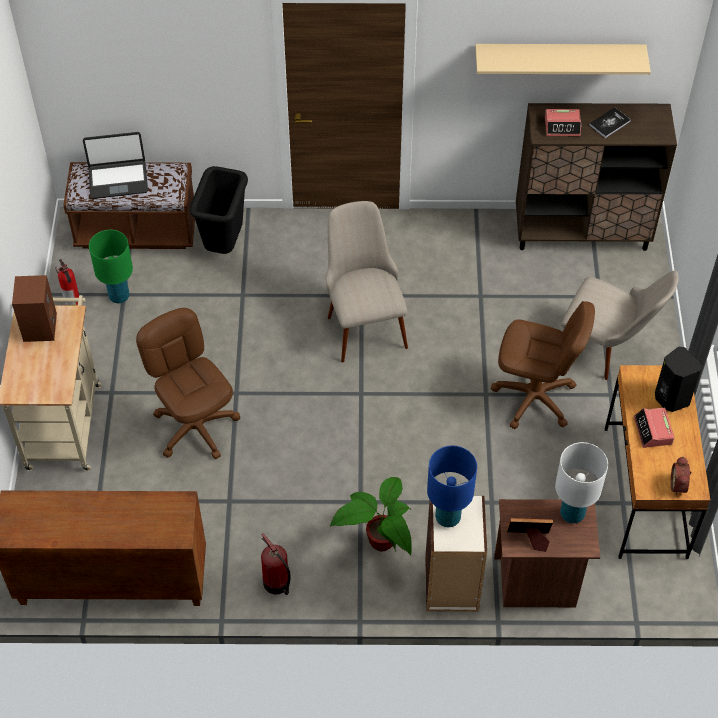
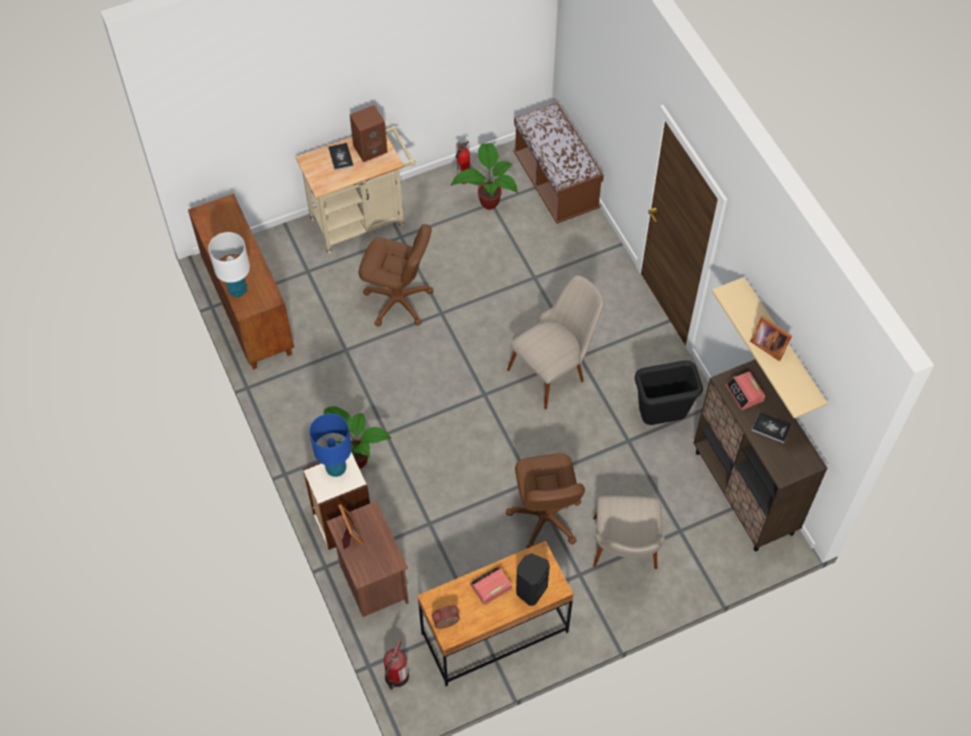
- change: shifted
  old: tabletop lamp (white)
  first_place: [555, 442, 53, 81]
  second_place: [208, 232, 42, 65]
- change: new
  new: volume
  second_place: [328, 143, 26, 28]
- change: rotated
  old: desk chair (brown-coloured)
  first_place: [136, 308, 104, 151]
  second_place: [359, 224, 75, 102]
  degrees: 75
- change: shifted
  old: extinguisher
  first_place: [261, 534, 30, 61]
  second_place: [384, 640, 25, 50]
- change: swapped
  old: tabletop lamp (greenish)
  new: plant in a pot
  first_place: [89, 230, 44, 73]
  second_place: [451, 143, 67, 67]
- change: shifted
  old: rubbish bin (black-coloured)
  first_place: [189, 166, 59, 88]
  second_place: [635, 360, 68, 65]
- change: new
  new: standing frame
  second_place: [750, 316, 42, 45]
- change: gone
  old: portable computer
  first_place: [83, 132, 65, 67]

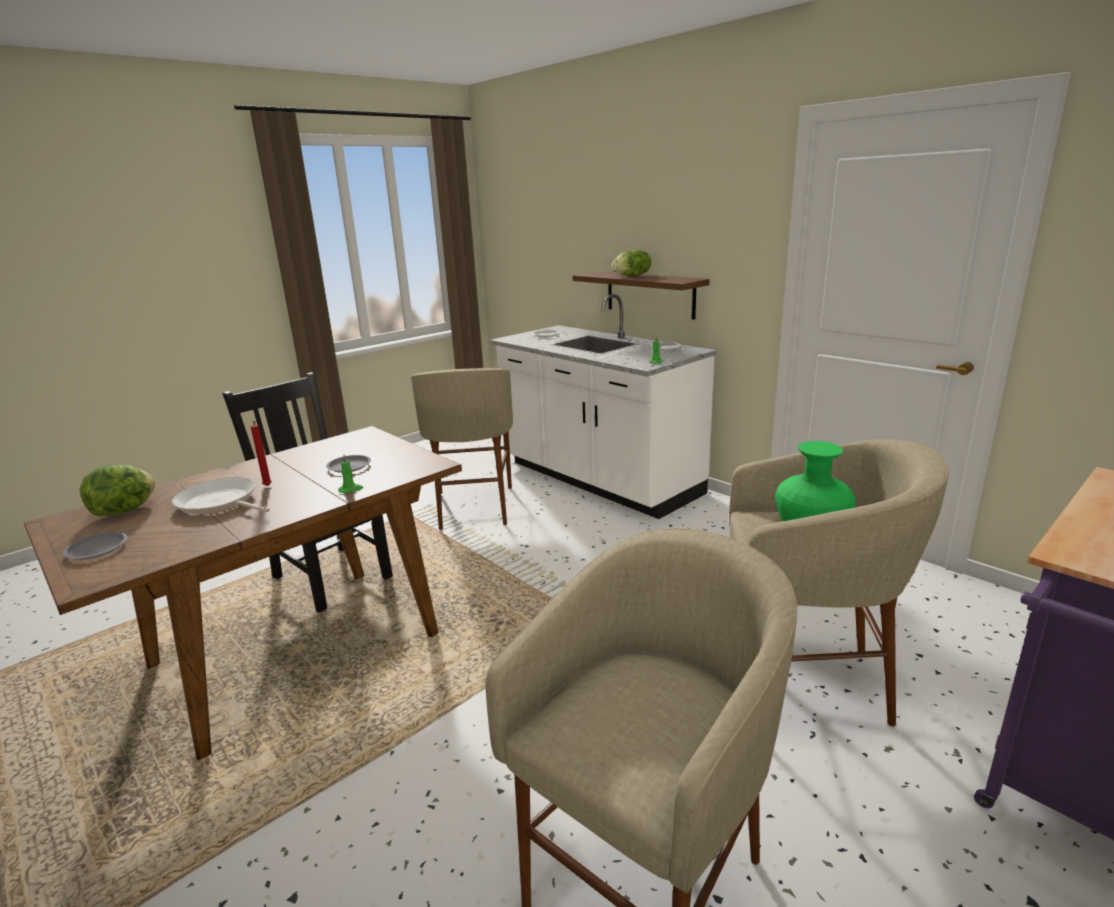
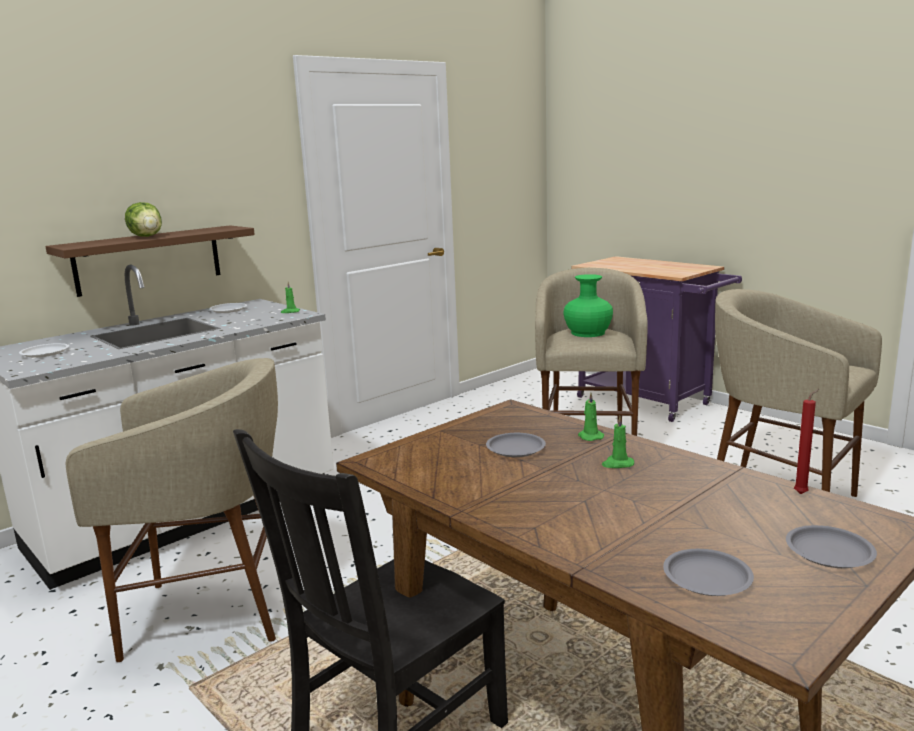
- change: new
  new: wax light (greenish)
  second_place: [602, 416, 32, 52]
- change: swapped
  old: head of lettuce
  new: dinner plate (greyish)
  first_place: [80, 464, 75, 52]
  second_place: [663, 549, 91, 47]
- change: shifted
  old: wax light (red)
  first_place: [251, 421, 21, 65]
  second_place: [794, 389, 25, 105]
- change: gone
  old: pan
  first_place: [172, 477, 98, 38]

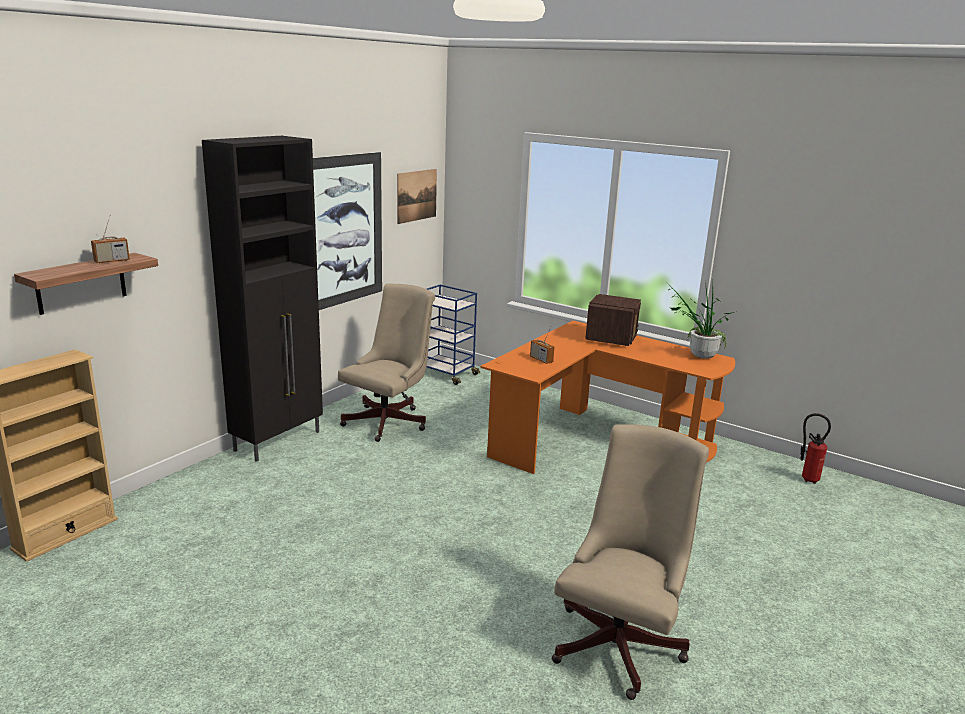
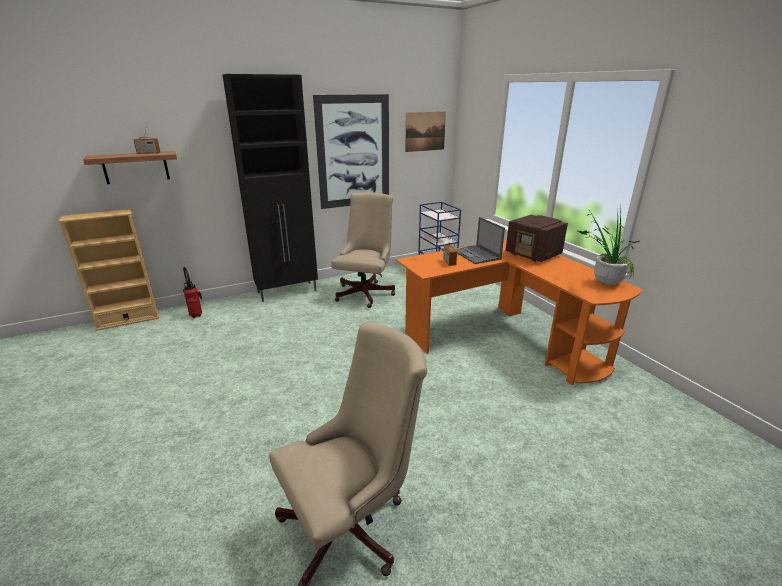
- change: shifted
  old: extinguisher
  first_place: [800, 413, 31, 71]
  second_place: [183, 267, 19, 51]
- change: rotated
  old: desk chair (beige-coloured)
  first_place: [338, 283, 97, 159]
  second_place: [331, 193, 64, 115]
  degrees: -45
- change: new
  new: portable computer
  second_place: [455, 217, 50, 47]
- change: rotated
  old: radio receiver
  first_place: [585, 294, 56, 52]
  second_place: [505, 215, 63, 47]
  degrees: 90

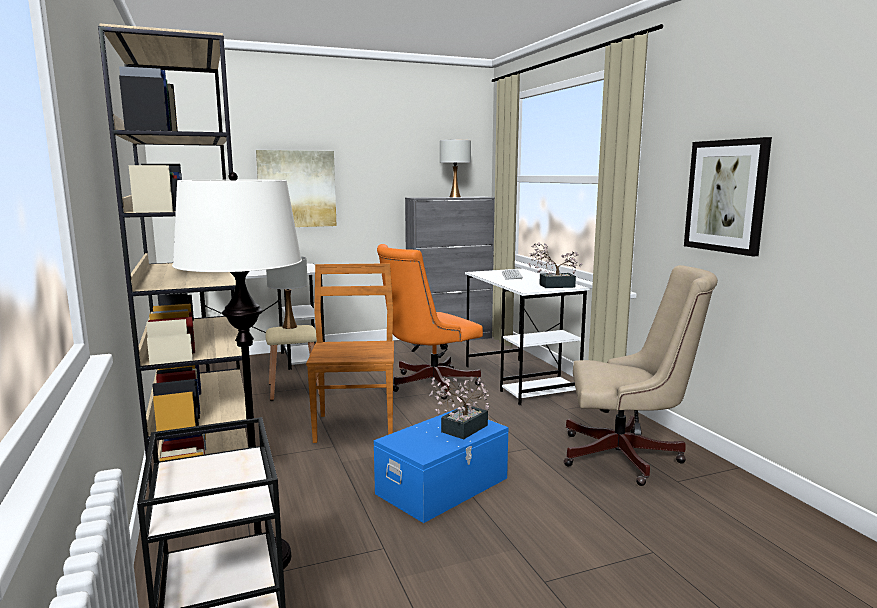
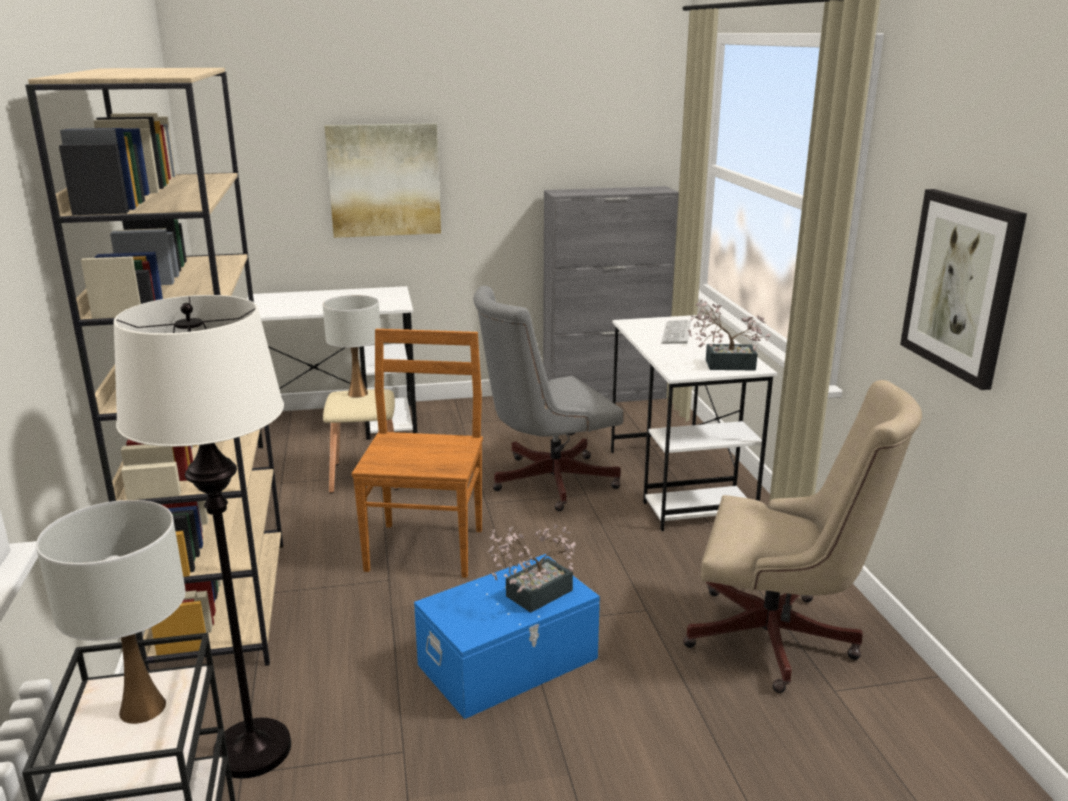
- change: shifted
  old: tabletop lamp (white)
  first_place: [440, 140, 31, 57]
  second_place: [36, 500, 149, 224]
- change: repainted
  old: desk chair (orange-coloured)
  new: desk chair (greyish)
  first_place: [377, 244, 106, 156]
  second_place: [473, 286, 150, 225]

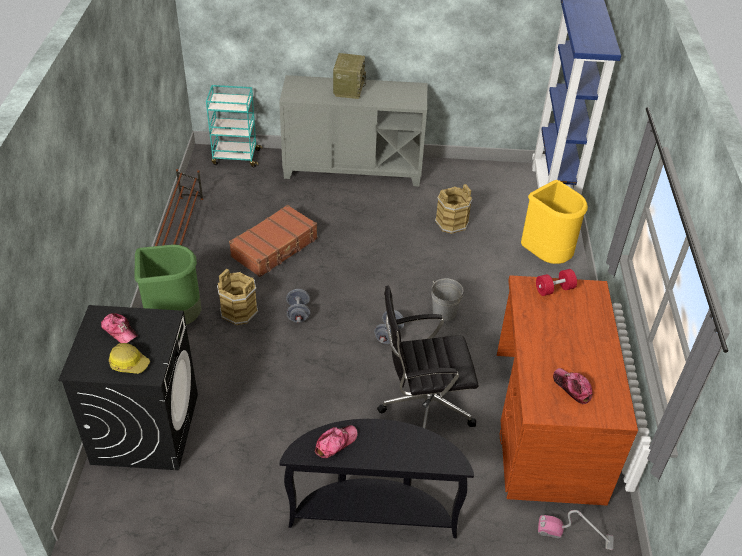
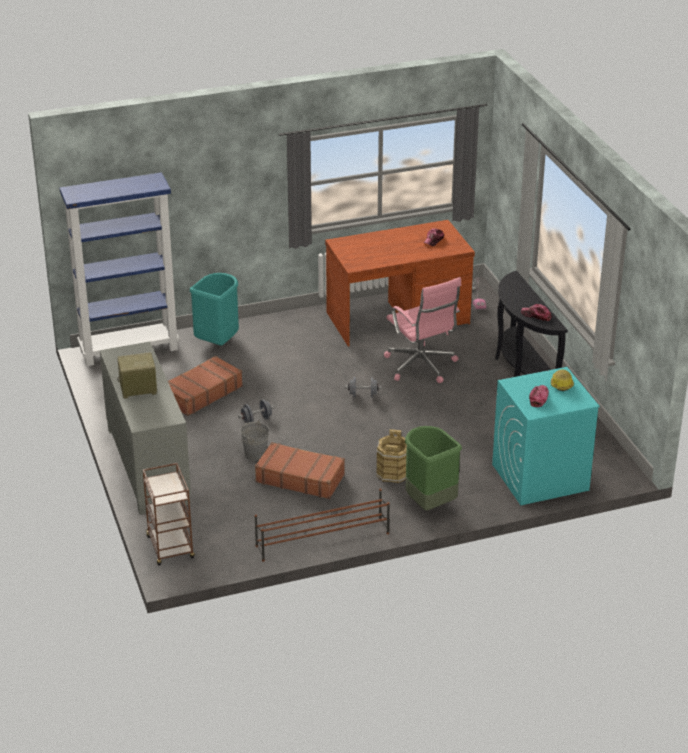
- change: repainted
  old: cart (turquoise)
  new: cart (brown-coloured)
  first_place: [206, 85, 57, 82]
  second_place: [143, 463, 52, 103]
- change: swapped
  old: water bucket (brown-coloured)
  new: suitcase (brown-coloured)
  first_place: [435, 184, 37, 50]
  second_place: [167, 356, 76, 60]
- change: repainted
  old: rubbish bin (yellowish)
  new: rubbish bin (turquoise)
  first_place: [521, 180, 67, 84]
  second_place: [190, 273, 49, 73]
- change: shifted
  old: dumbbell (greyish)
  first_place: [286, 289, 24, 34]
  second_place: [238, 399, 36, 24]
- change: shifted
  old: water bucket (greyish)
  first_place: [431, 278, 32, 43]
  second_place: [240, 420, 29, 41]
- change: repainted
  old: desk chair (black-coloured)
  new: desk chair (pink-coloured)
  first_place: [377, 285, 101, 144]
  second_place: [384, 277, 77, 106]
- change: repainted
  old: laundry appliance (black-coloured)
  new: laundry appliance (turquoise)
  first_place: [58, 305, 140, 165]
  second_place: [492, 367, 108, 138]
- change: gone
  old: dumbbell (red)
  first_place: [536, 269, 41, 27]

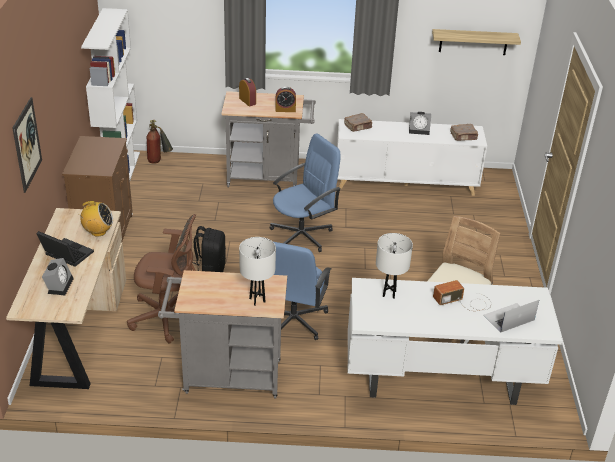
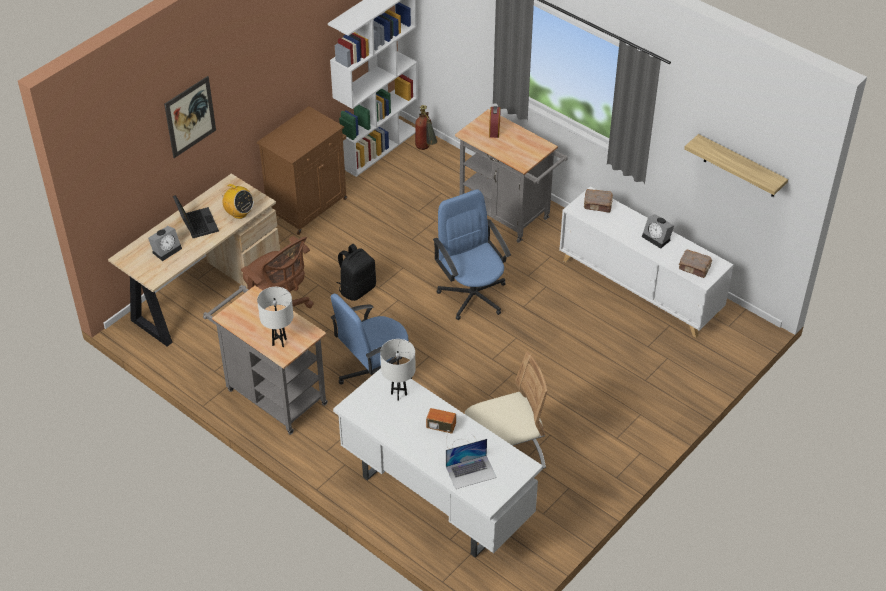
- change: rotated
  old: desk chair (blue)
  first_place: [270, 133, 71, 119]
  second_place: [433, 189, 78, 131]
  degrees: -120
- change: rotated
  old: portable computer
  first_place: [483, 300, 56, 33]
  second_place: [446, 439, 51, 50]
  degrees: 150
- change: gone
  old: alarm clock
  first_place: [275, 87, 21, 25]

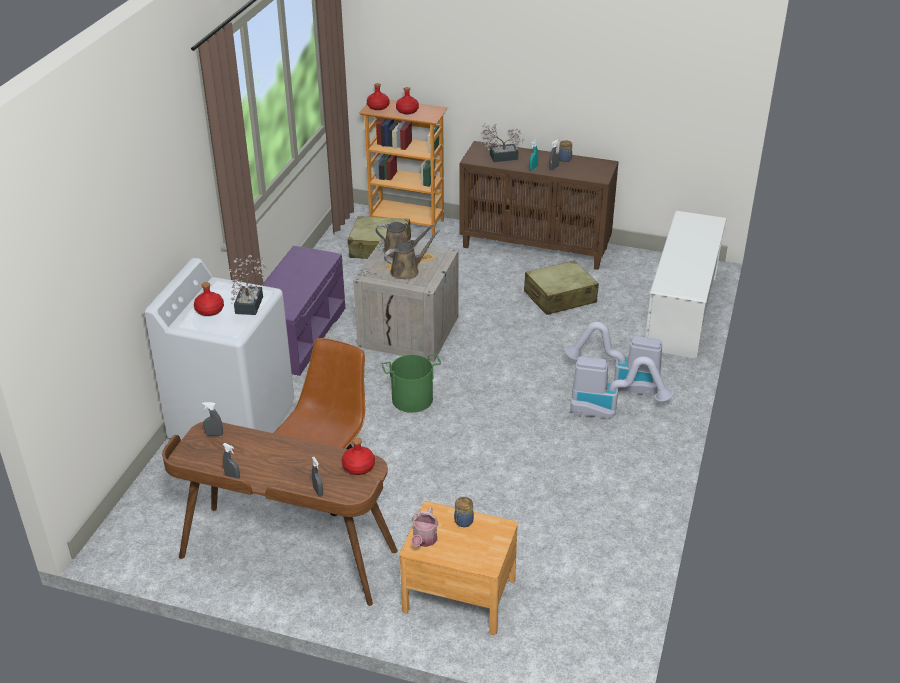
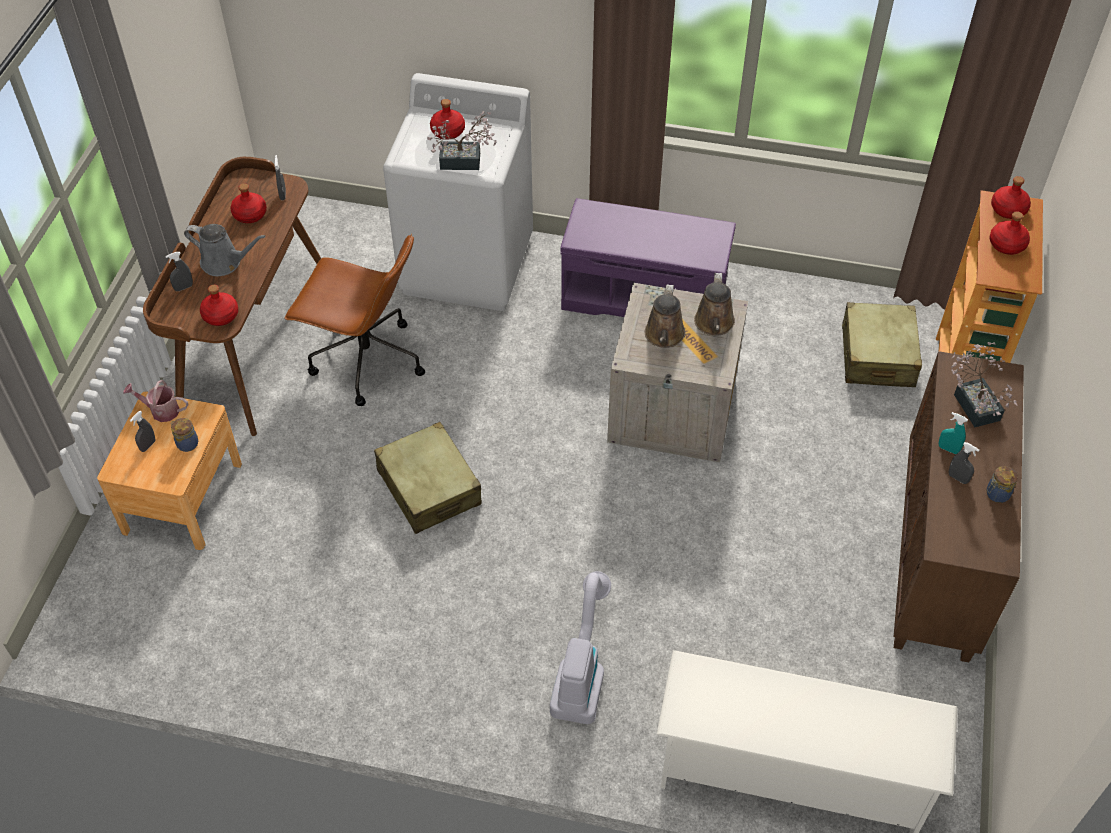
- change: shifted
  old: sprayer (greyish)
  first_place: [223, 443, 17, 36]
  second_place: [130, 411, 25, 41]
- change: new
  new: watering can (greyish)
  second_place: [184, 224, 82, 52]
- change: new
  new: drink bottle (red)
  second_place: [231, 183, 36, 40]
- change: shifted
  old: suitcase (beige-coloured)
  first_place: [524, 261, 75, 54]
  second_place: [374, 422, 108, 112]
- change: rotated
  old: watering can (brown-coloured)
  first_place: [384, 230, 56, 49]
  second_place: [644, 284, 42, 64]
  degrees: 45
- change: gone
  old: water bucket (greenish)
  first_place: [382, 354, 59, 59]
- change: gone
  old: vacuum
  first_place: [570, 356, 104, 63]

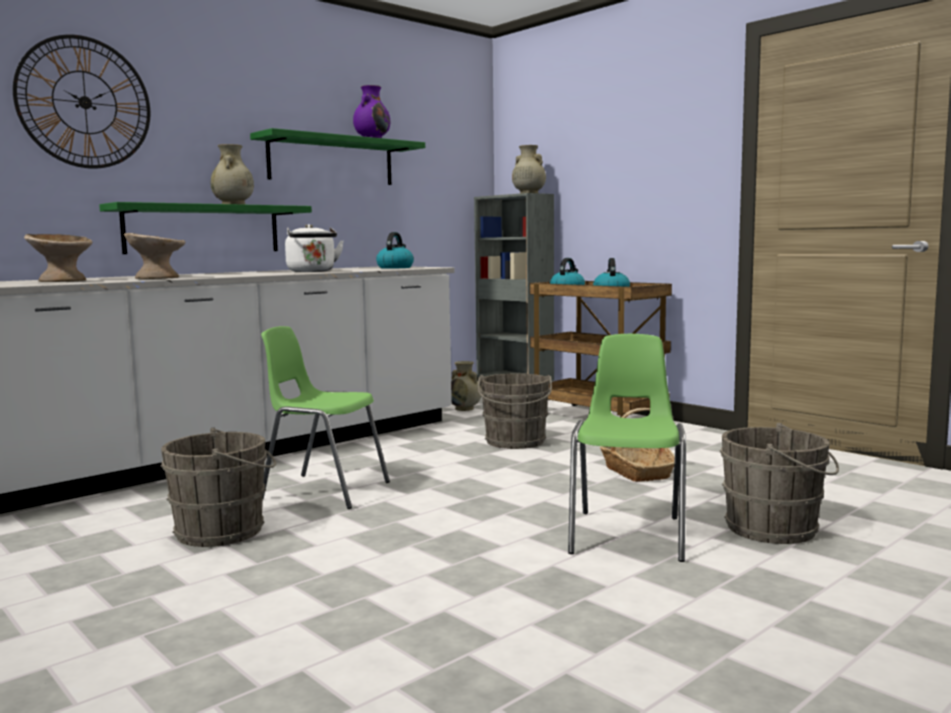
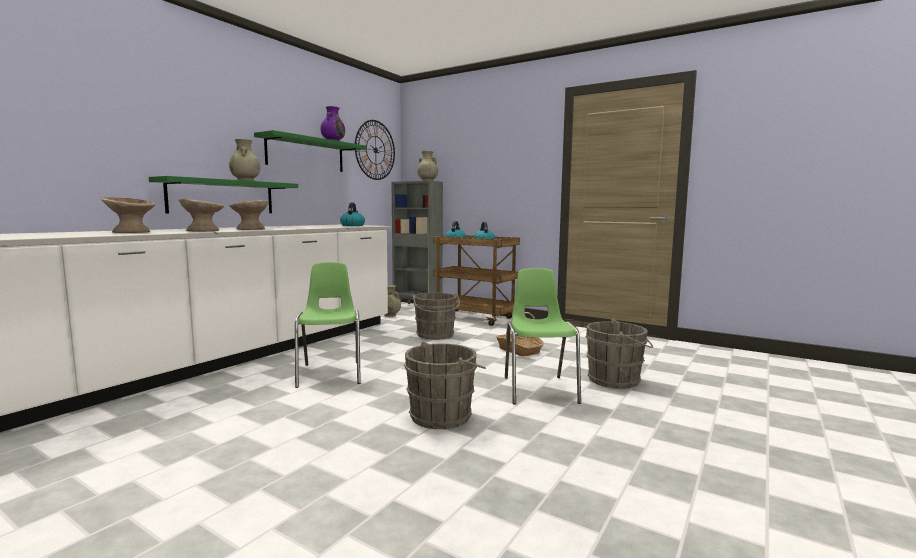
- change: new
  new: deep dish (beige-coloured)
  second_place: [229, 200, 40, 30]
- change: rotated
  old: chair (greenish)
  first_place: [261, 326, 129, 183]
  second_place: [295, 262, 66, 126]
  degrees: 75
- change: shifted
  old: clock on the wall
  first_place: [13, 35, 137, 134]
  second_place: [355, 120, 40, 60]
- change: shifted
  old: water bucket (greyish)
  first_place: [161, 428, 115, 119]
  second_place: [404, 341, 82, 88]
- change: gone
  old: kettle (white)
  first_place: [285, 224, 59, 48]

